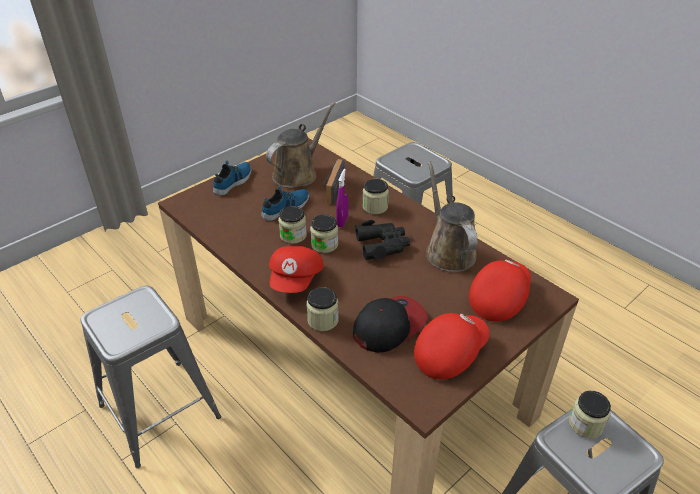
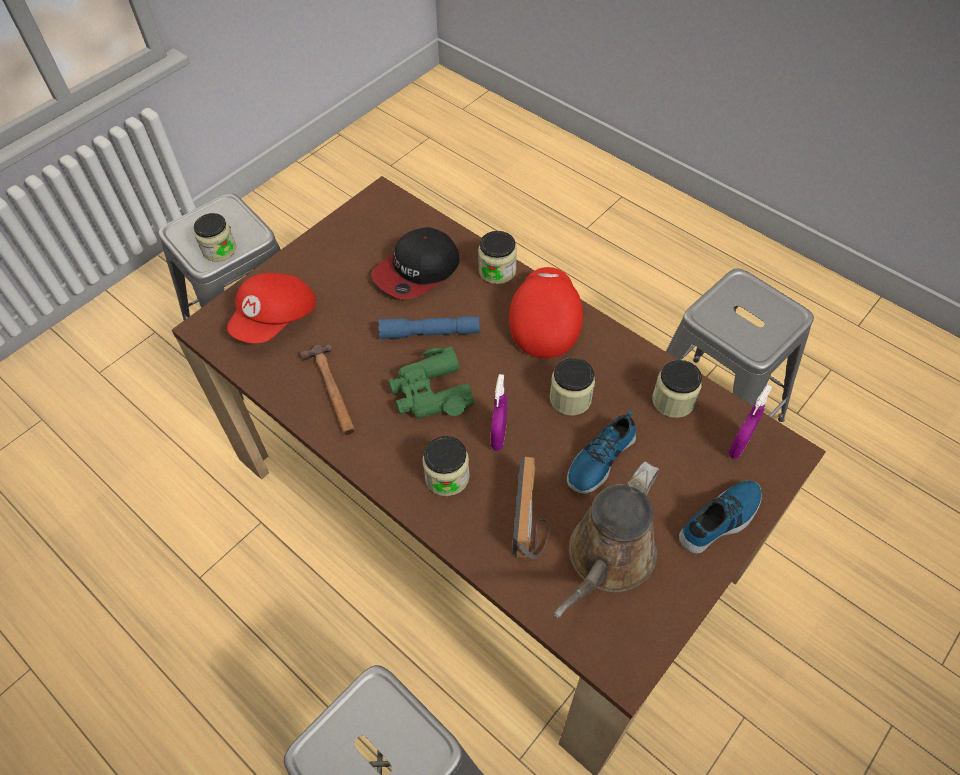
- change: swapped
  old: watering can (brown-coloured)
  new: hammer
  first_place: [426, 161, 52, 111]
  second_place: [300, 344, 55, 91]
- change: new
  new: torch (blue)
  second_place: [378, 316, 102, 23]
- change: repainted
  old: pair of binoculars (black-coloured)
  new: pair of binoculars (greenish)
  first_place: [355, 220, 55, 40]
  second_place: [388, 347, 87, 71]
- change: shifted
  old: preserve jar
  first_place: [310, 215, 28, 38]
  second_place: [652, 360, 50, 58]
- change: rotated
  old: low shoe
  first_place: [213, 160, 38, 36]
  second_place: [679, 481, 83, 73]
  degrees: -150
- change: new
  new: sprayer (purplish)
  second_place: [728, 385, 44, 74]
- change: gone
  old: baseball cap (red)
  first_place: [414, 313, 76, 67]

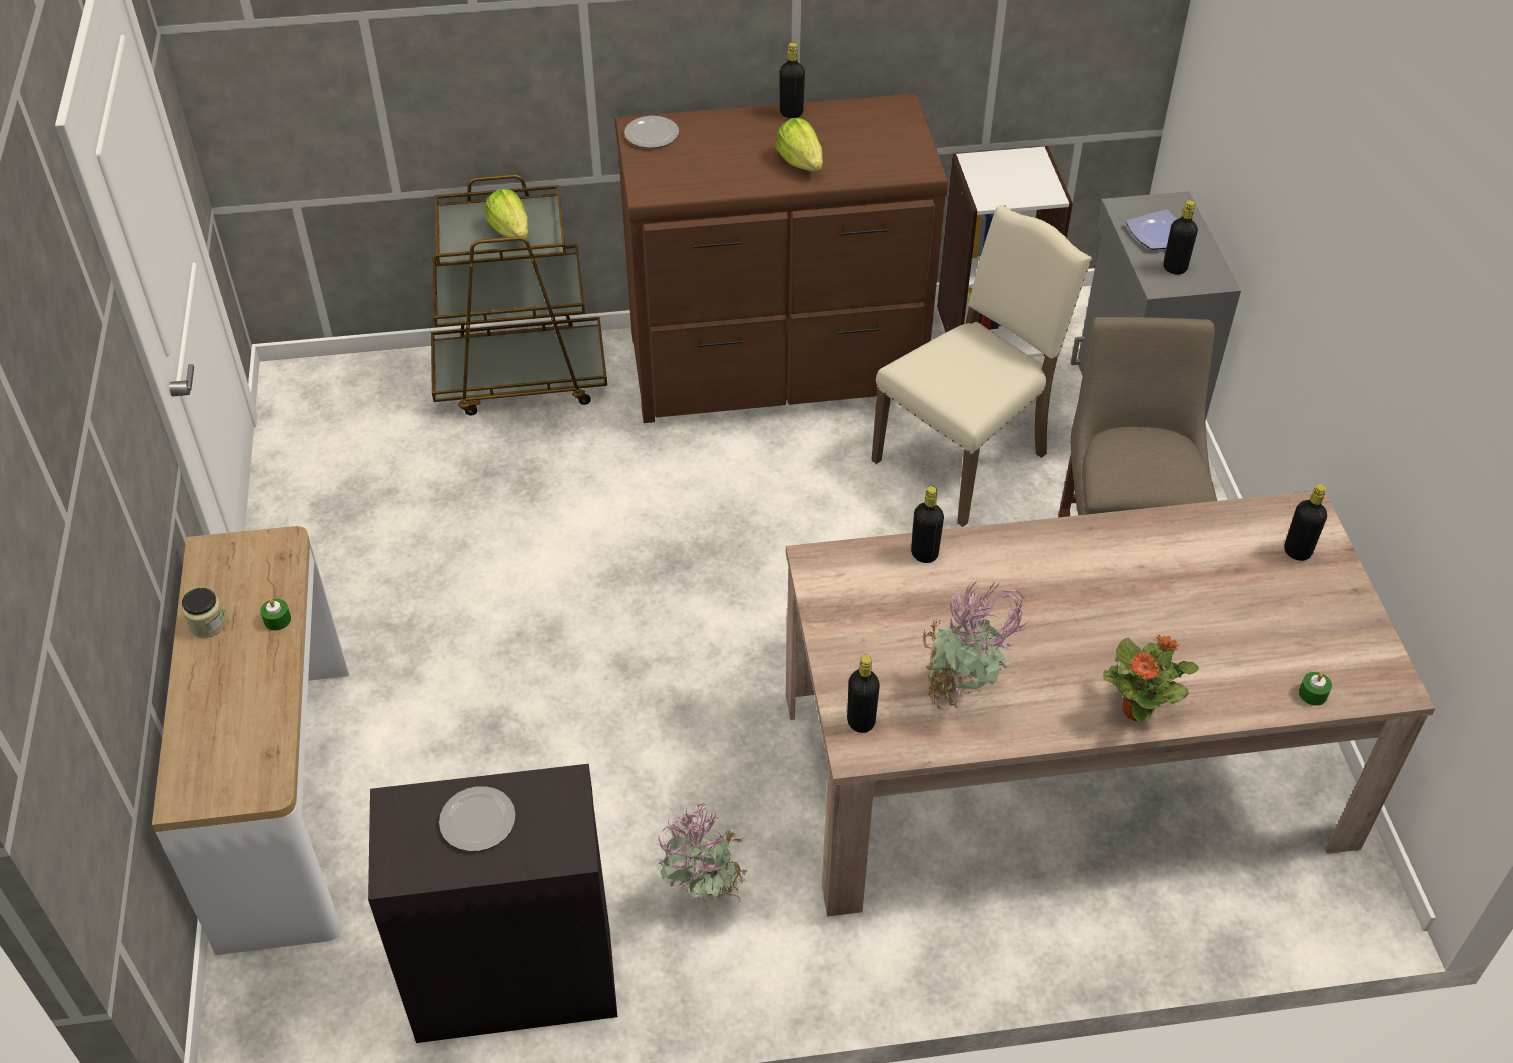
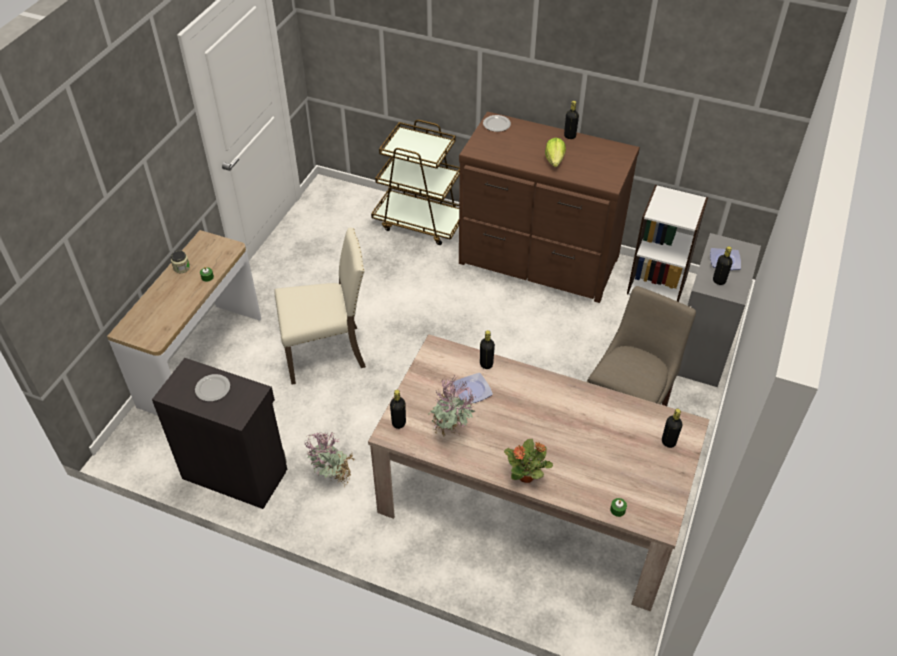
- change: shifted
  old: chair (beige-coloured)
  first_place: [871, 205, 221, 322]
  second_place: [274, 228, 92, 156]
- change: new
  new: dinner plate
  second_place: [453, 373, 40, 30]
- change: gone
  old: head of lettuce
  first_place: [485, 189, 43, 49]

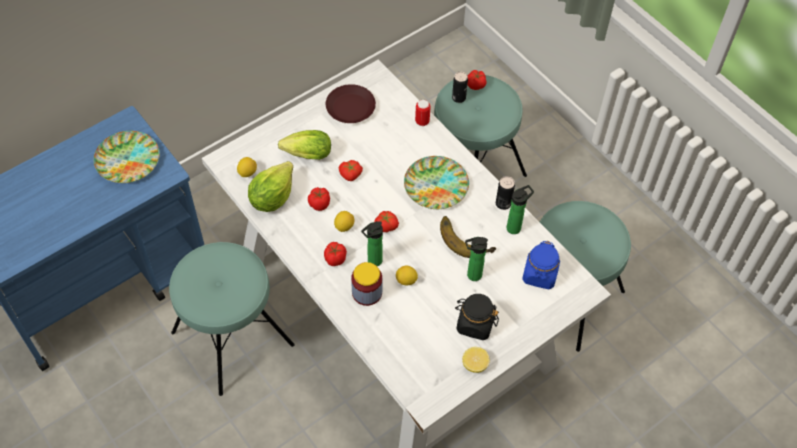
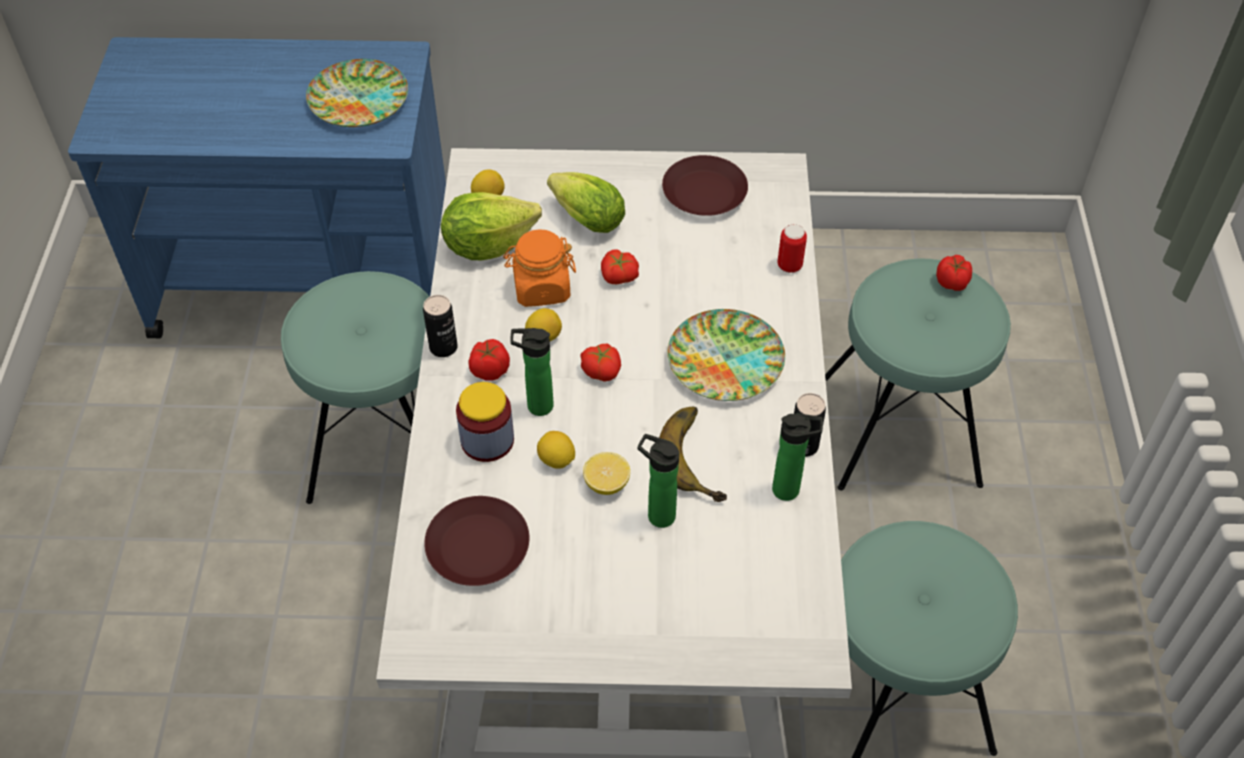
- change: shifted
  old: metal can
  first_place: [452, 72, 16, 31]
  second_place: [423, 295, 35, 62]
- change: new
  new: dinner plate (brown-coloured)
  second_place: [424, 496, 105, 90]
- change: swapped
  old: fresh tomato
  new: preserve jar (orange-coloured)
  first_place: [308, 187, 22, 24]
  second_place: [503, 229, 73, 78]
- change: shifted
  old: whole lemon
  first_place: [462, 347, 28, 26]
  second_place: [583, 452, 47, 43]
- change: gone
  old: preserve jar (black-coloured)
  first_place: [455, 294, 44, 46]
- change: gone
  old: preserve jar (blue)
  first_place: [522, 241, 38, 48]

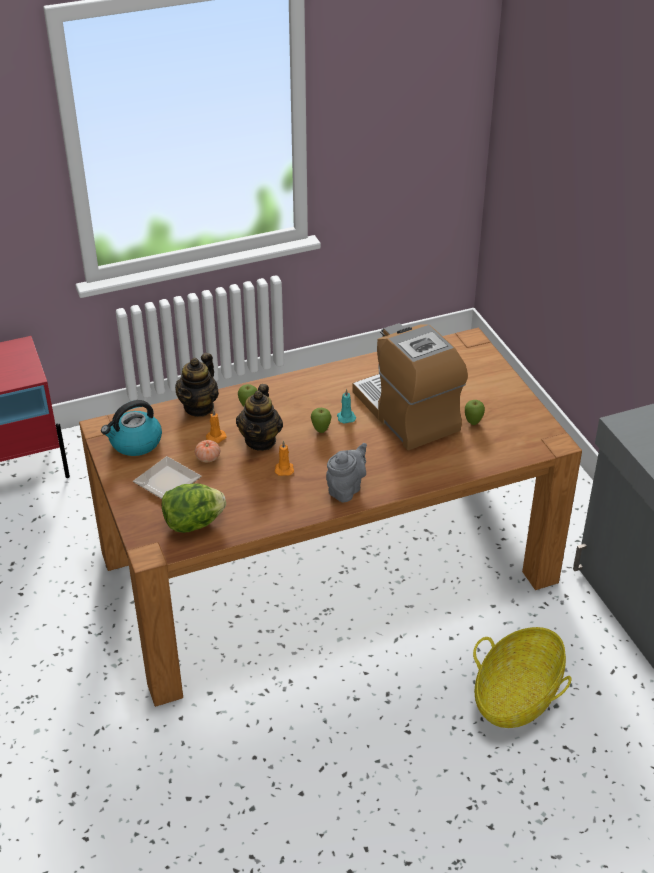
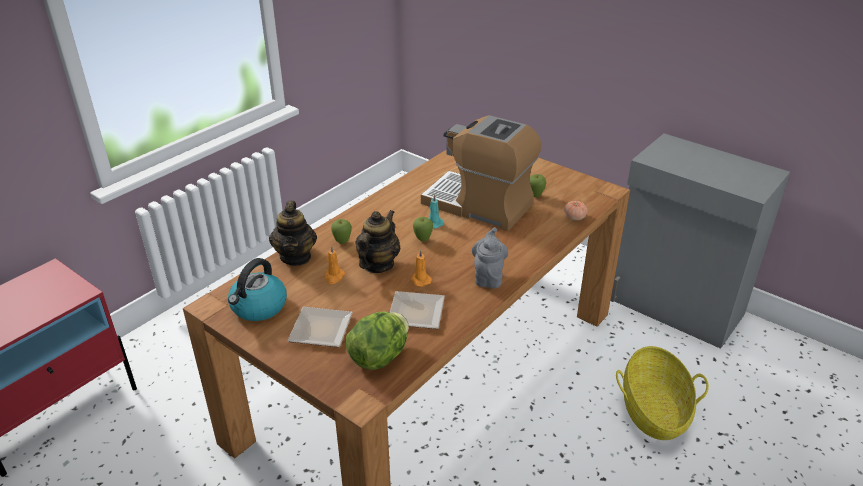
- change: rotated
  old: teapot
  first_place: [236, 384, 47, 67]
  second_place: [355, 210, 46, 63]
  degrees: -135
- change: new
  new: dinner plate
  second_place: [390, 291, 55, 38]
- change: shifted
  old: fresh tomato
  first_place: [195, 440, 25, 22]
  second_place: [564, 201, 24, 19]

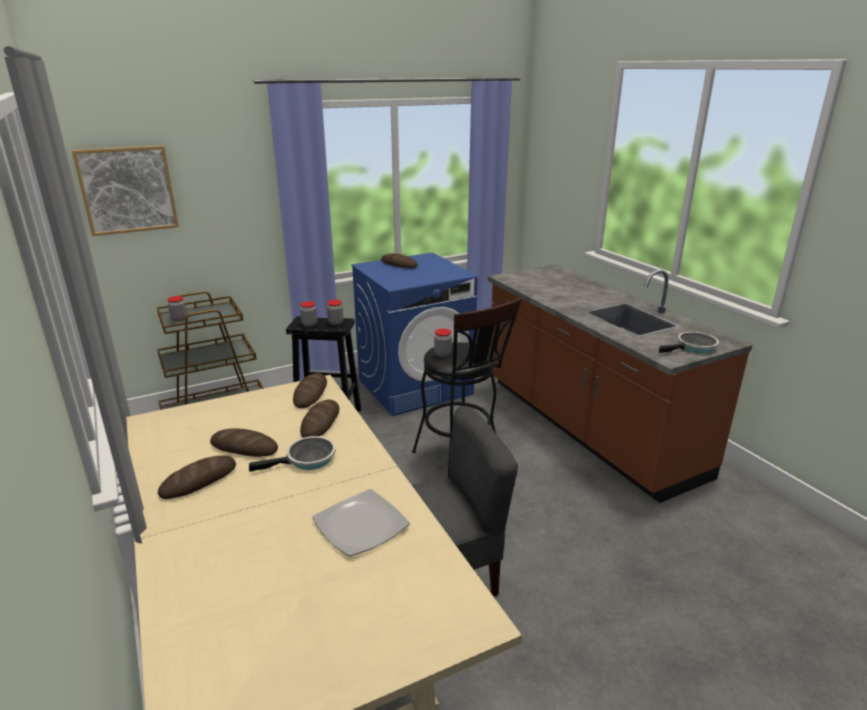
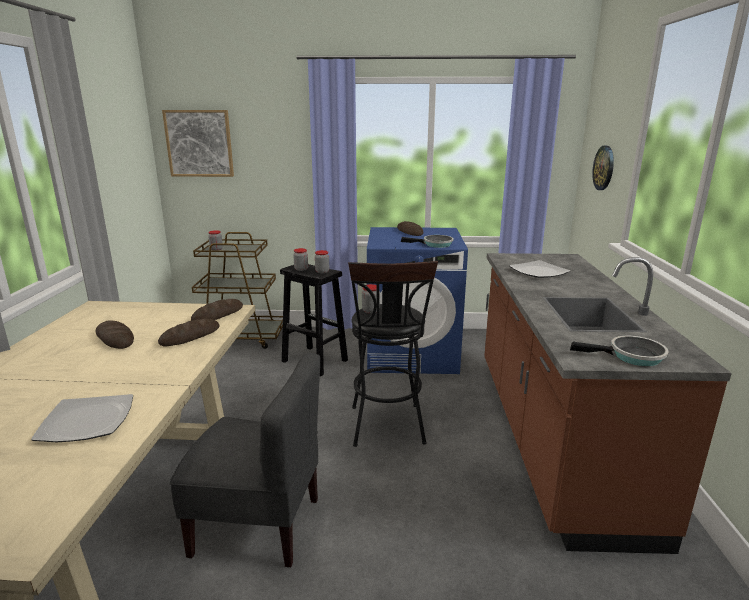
- change: shifted
  old: pan
  first_place: [249, 436, 87, 36]
  second_place: [401, 235, 53, 13]
- change: new
  new: dinner plate
  second_place: [509, 260, 62, 18]
- change: new
  new: clock on the wall
  second_place: [592, 146, 22, 44]
- change: gone
  old: bakery bread
  first_place: [158, 456, 78, 43]

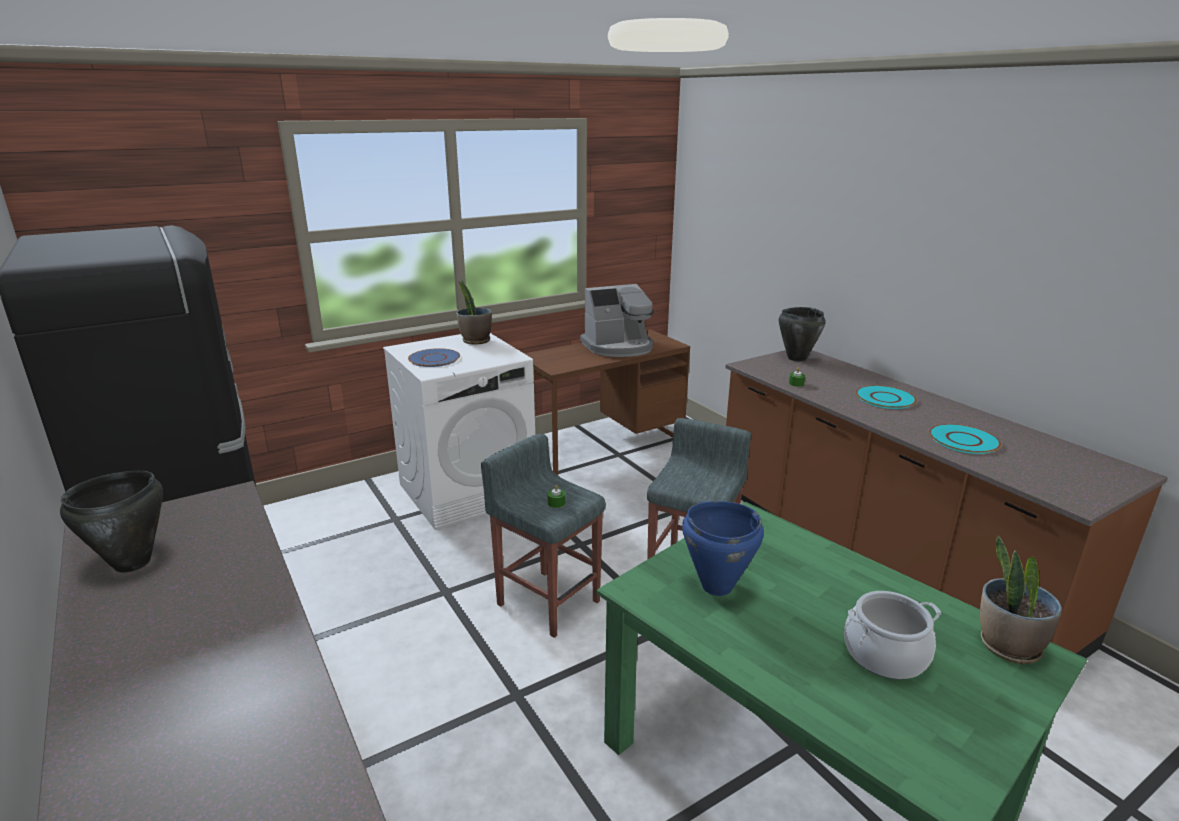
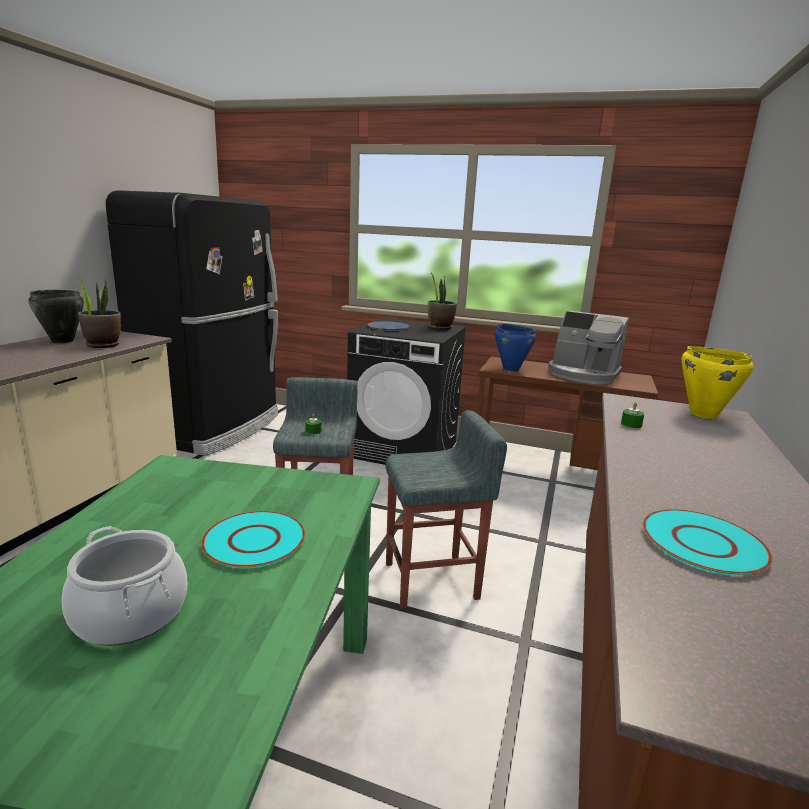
- change: shifted
  old: plant in a pot
  first_place: [980, 536, 82, 128]
  second_place: [77, 275, 44, 73]
- change: shifted
  old: dinner plate (turquoise)
  first_place: [856, 385, 61, 24]
  second_place: [201, 511, 104, 58]
- change: repainted
  old: laundry appliance (white)
  new: laundry appliance (black-coloured)
  first_place: [383, 333, 152, 197]
  second_place: [347, 318, 119, 147]
- change: shifted
  old: cooking pot (blue)
  first_place: [682, 501, 82, 95]
  second_place: [495, 324, 41, 47]
- change: repainted
  old: cooking pot (black-coloured)
  new: cooking pot (yellowish)
  first_place: [779, 307, 46, 54]
  second_place: [682, 346, 71, 73]

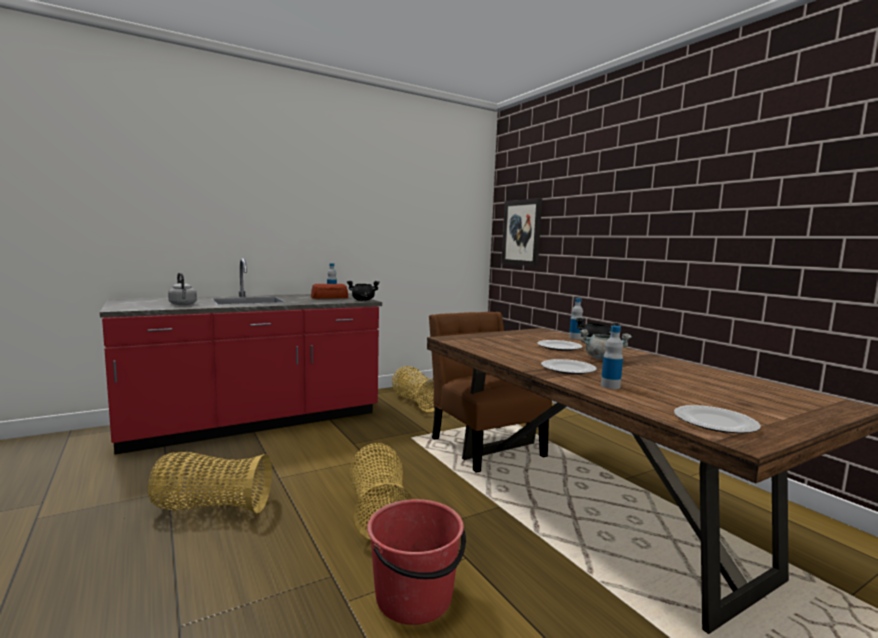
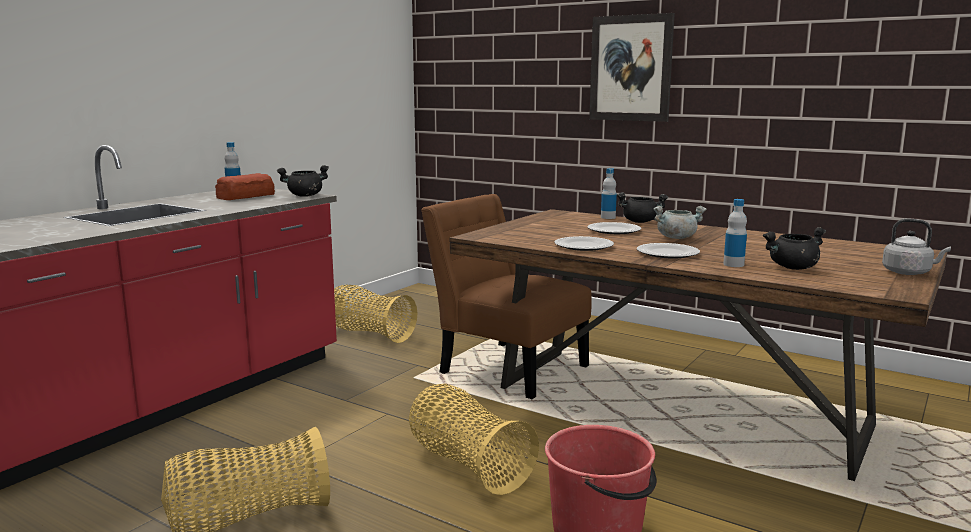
- change: shifted
  old: dinner plate
  first_place: [674, 405, 87, 28]
  second_place: [554, 236, 60, 15]
- change: shifted
  old: picture
  first_place: [501, 198, 41, 68]
  second_place: [589, 13, 86, 109]
- change: new
  new: cooking pot (black-coloured)
  second_place: [763, 227, 63, 43]
- change: shifted
  old: kettle (greyish)
  first_place: [168, 273, 29, 32]
  second_place: [882, 219, 69, 56]

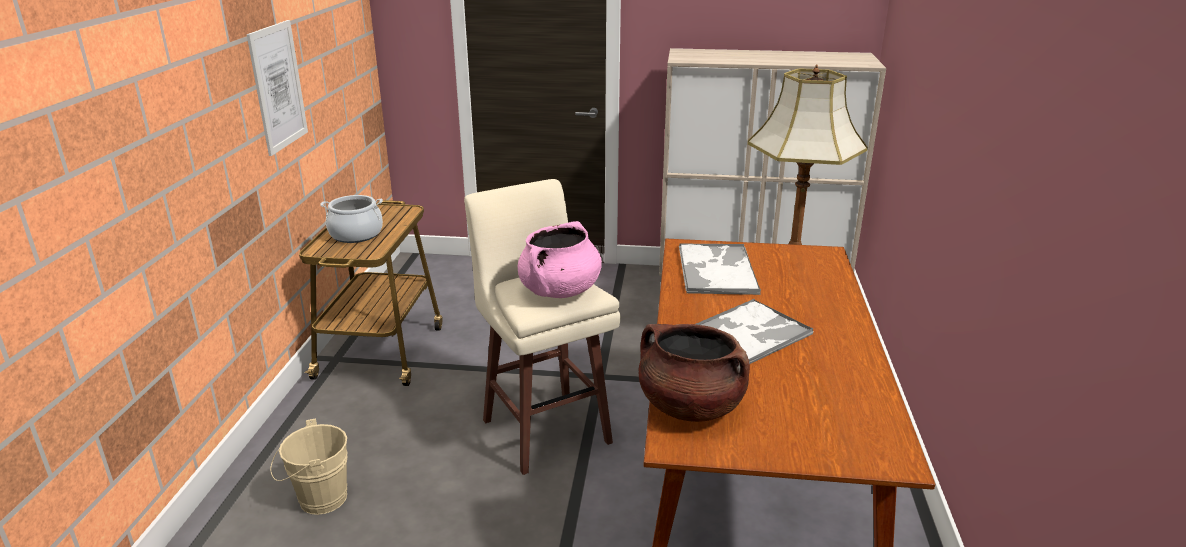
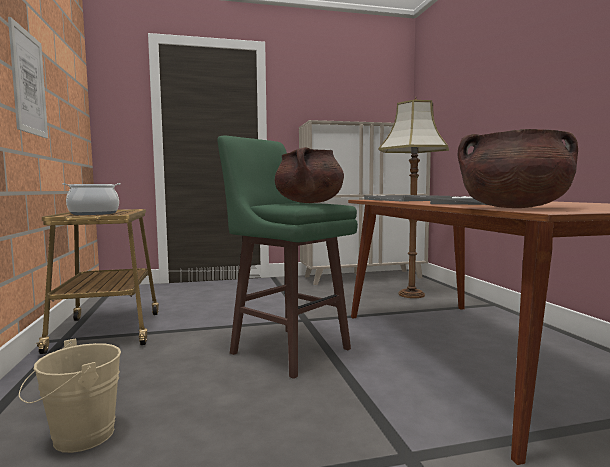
- change: repainted
  old: stool seat (beige-coloured)
  new: stool seat (greenish)
  first_place: [464, 179, 157, 296]
  second_place: [217, 136, 141, 243]
- change: repainted
  old: cooking pot (pink-coloured)
  new: cooking pot (brown-coloured)
  first_place: [518, 221, 84, 77]
  second_place: [275, 147, 69, 56]

